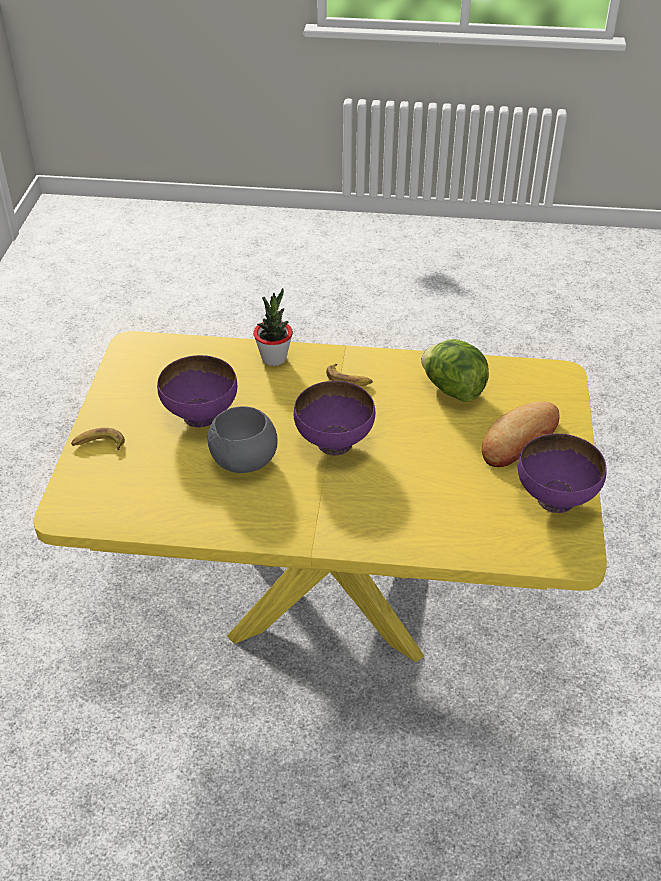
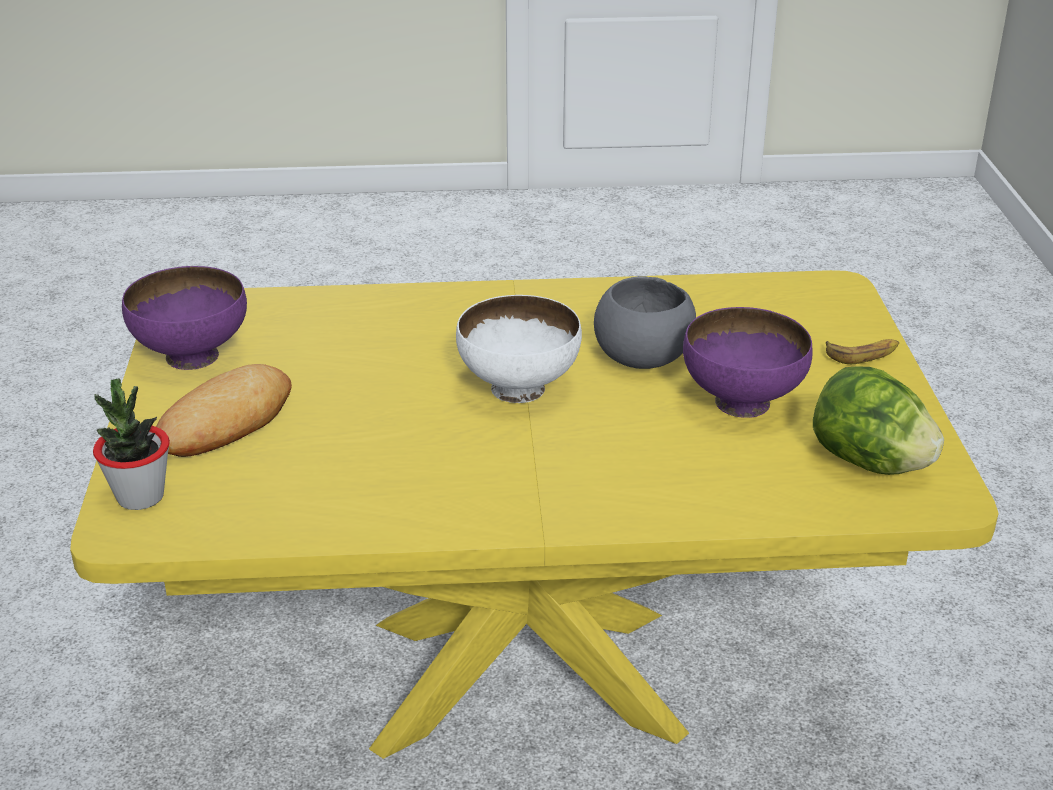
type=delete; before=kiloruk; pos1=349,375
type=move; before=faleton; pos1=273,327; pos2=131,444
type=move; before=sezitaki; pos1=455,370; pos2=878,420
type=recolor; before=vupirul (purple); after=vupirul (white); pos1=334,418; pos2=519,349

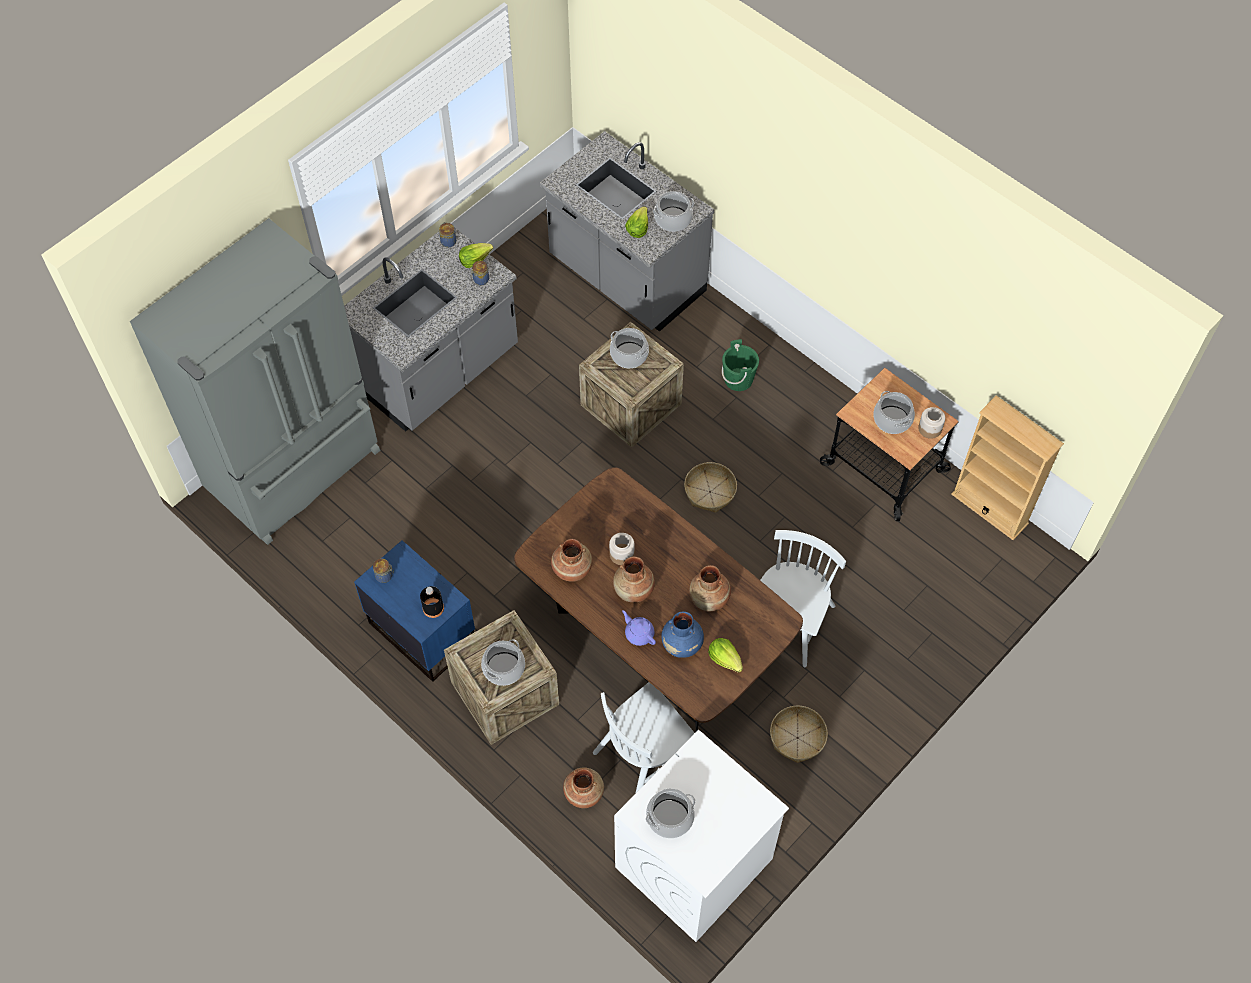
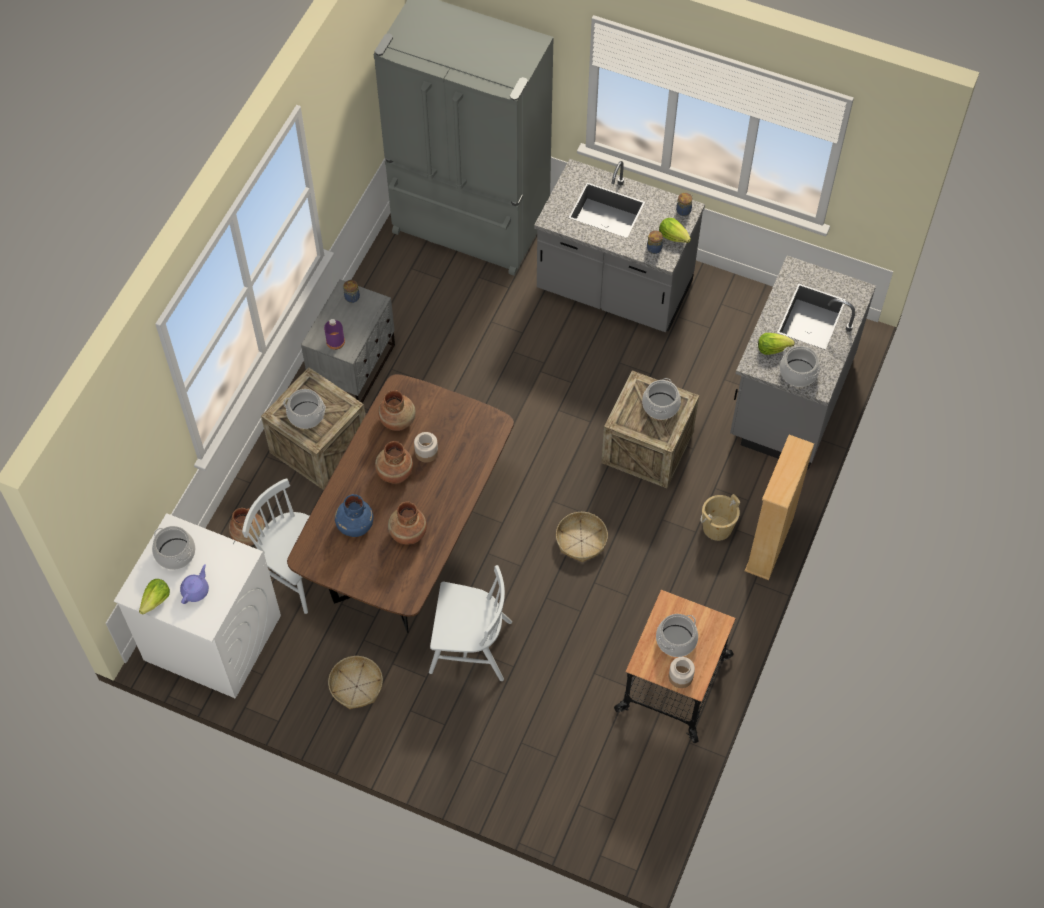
type=move; before=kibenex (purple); pos1=639,628; pos2=194,584
type=move; before=sezitaki; pos1=725,655; pos2=154,597
type=move; before=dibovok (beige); pos1=1007,467; pos2=779,507
type=recolor; before=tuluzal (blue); after=tuluzal (grey); pos1=414,611; pos2=348,341
type=recolor; before=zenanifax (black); after=zenanifax (purple); pos1=432,602; pos2=334,334
type=recolor; before=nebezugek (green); after=nebezugek (beige); pos1=740,365; pos2=720,517

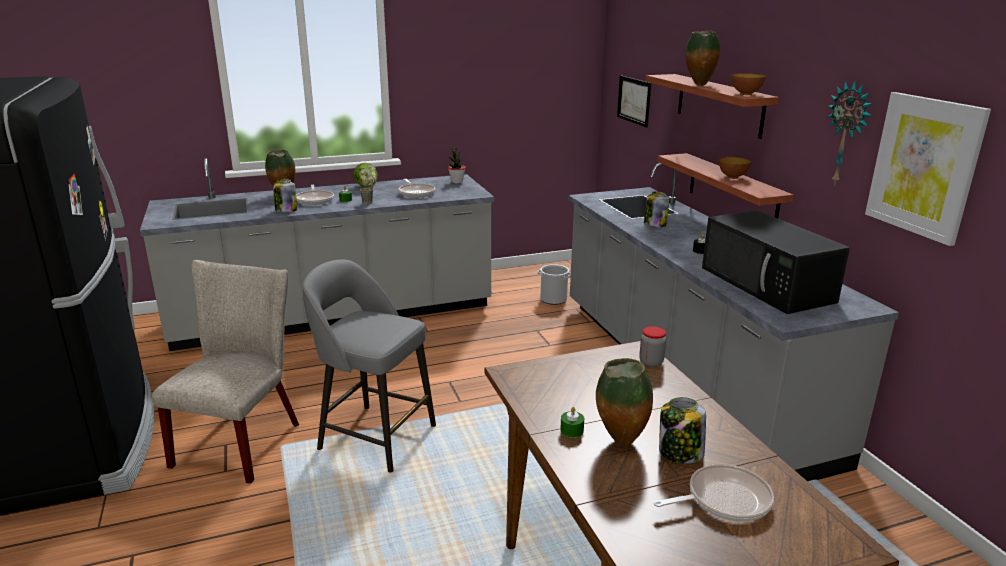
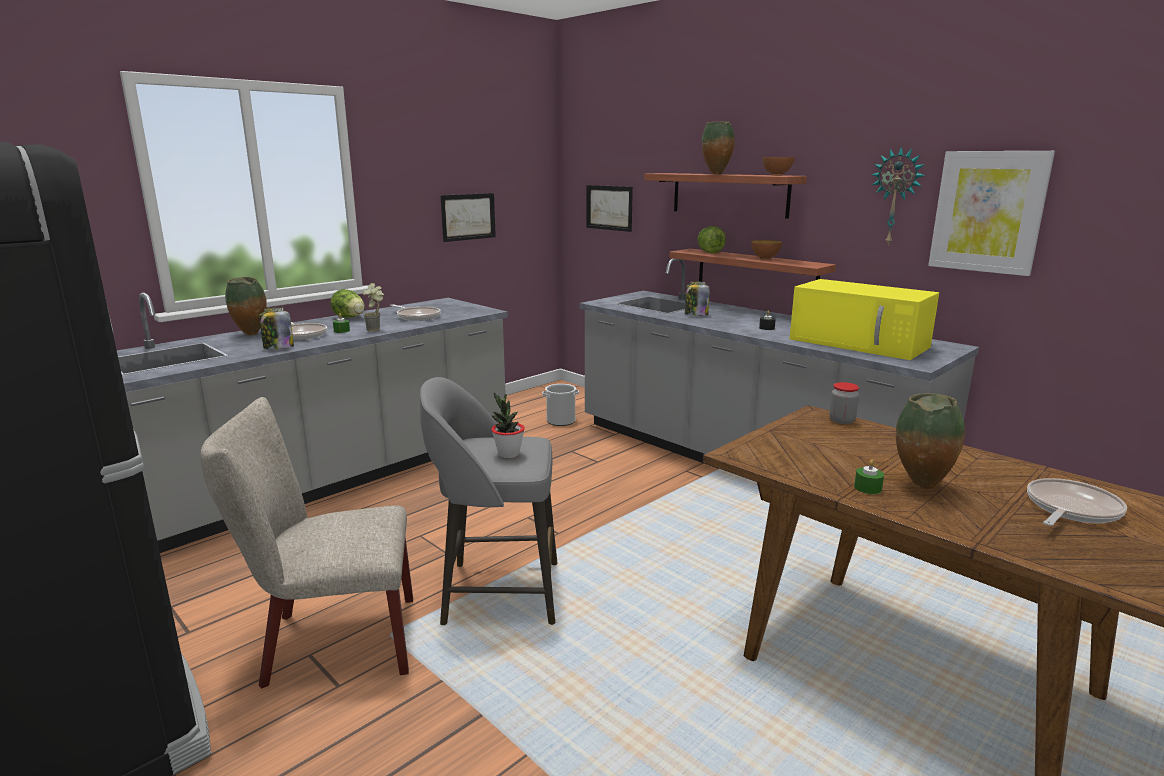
type=delete; before=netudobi; pos1=682,430
type=insert; after=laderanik; pos2=468,217
type=insert; after=sezitaki; pos2=711,239
type=move; before=faleton; pos1=457,165; pos2=508,425
type=recolor; before=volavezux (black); after=volavezux (yellow); pos1=776,262; pos2=864,319
type=rotate; before=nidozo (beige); pos1=225,372; pos2=307,543; turn=-90

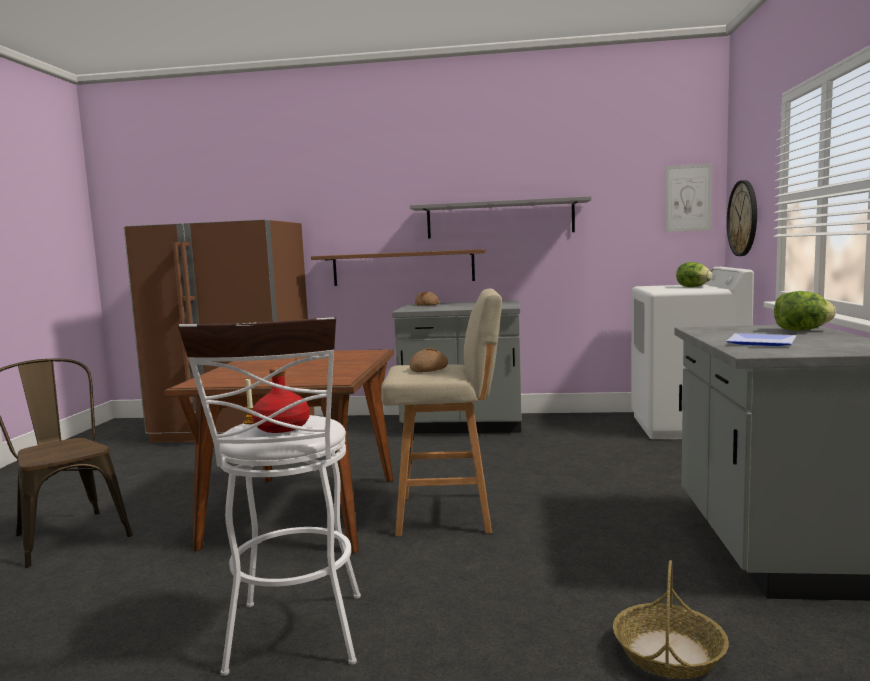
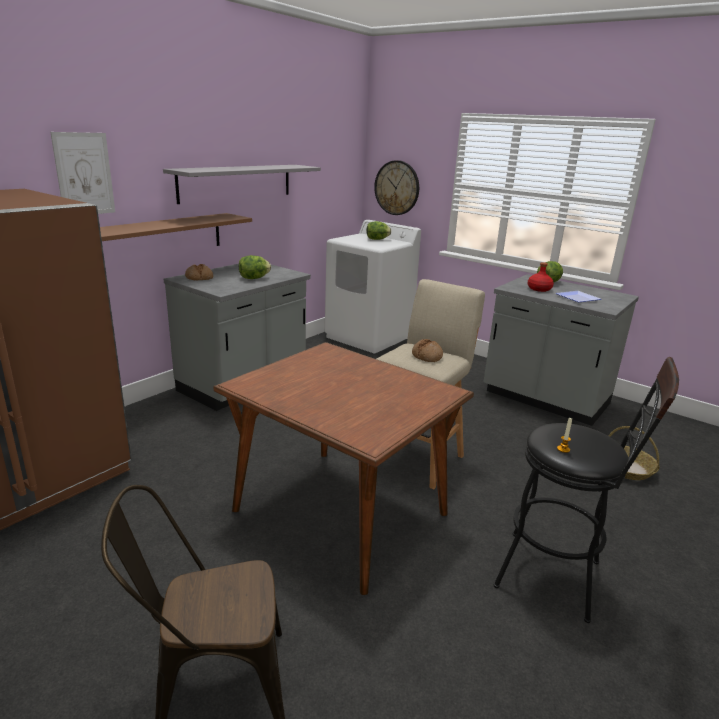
type=insert; after=sezitaki; pos2=255,267
type=move; before=zenanifax (red); pos1=281,400; pos2=540,277
type=move; before=laderanik; pos1=688,198; pos2=82,173
type=recolor; before=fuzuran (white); after=fuzuran (black); pos1=269,496; pos2=586,490

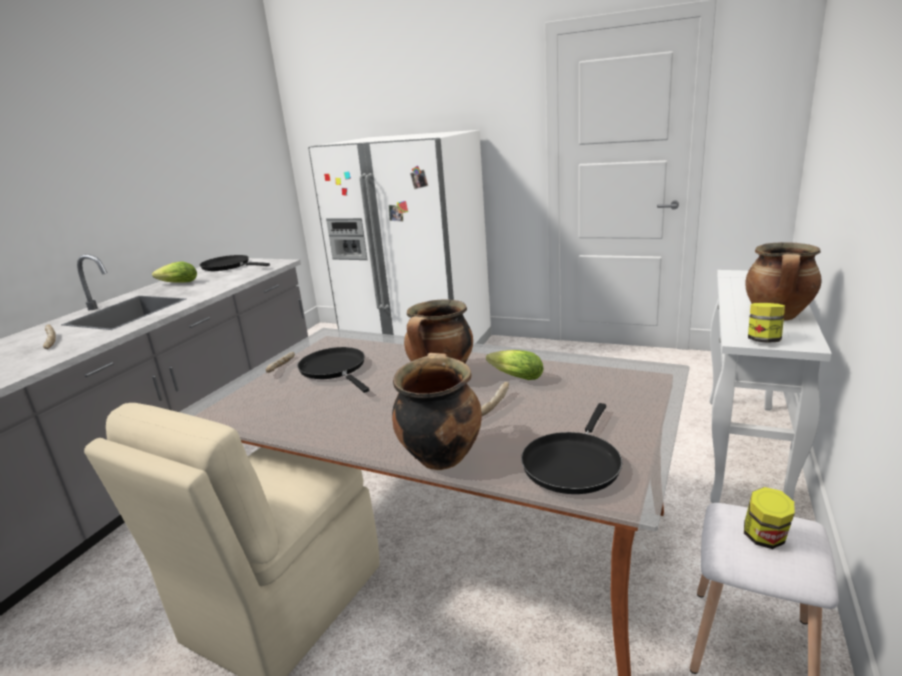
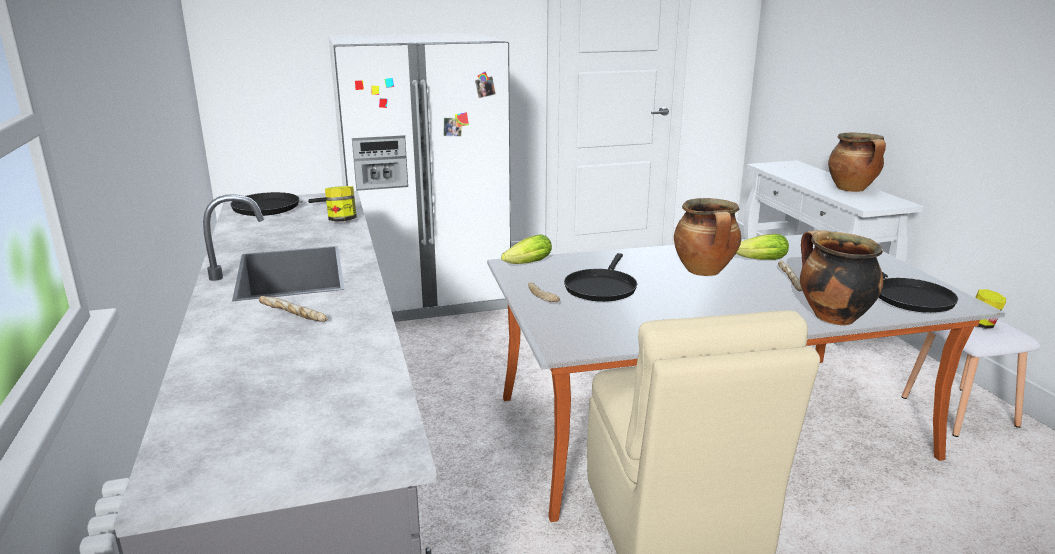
type=move; before=sezitaki; pos1=174,272; pos2=526,249
type=move; before=netudobi; pos1=766,323; pos2=341,204
type=rotate; before=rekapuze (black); pos1=333,370; pos2=600,277; turn=-90

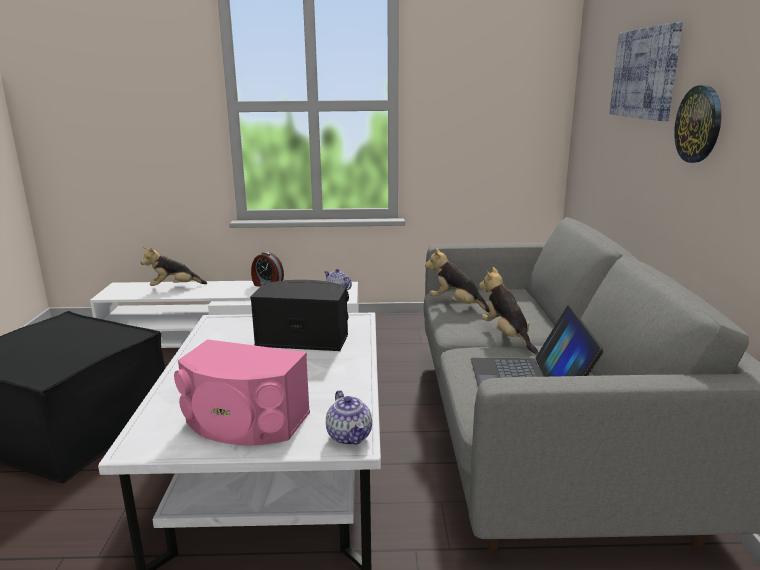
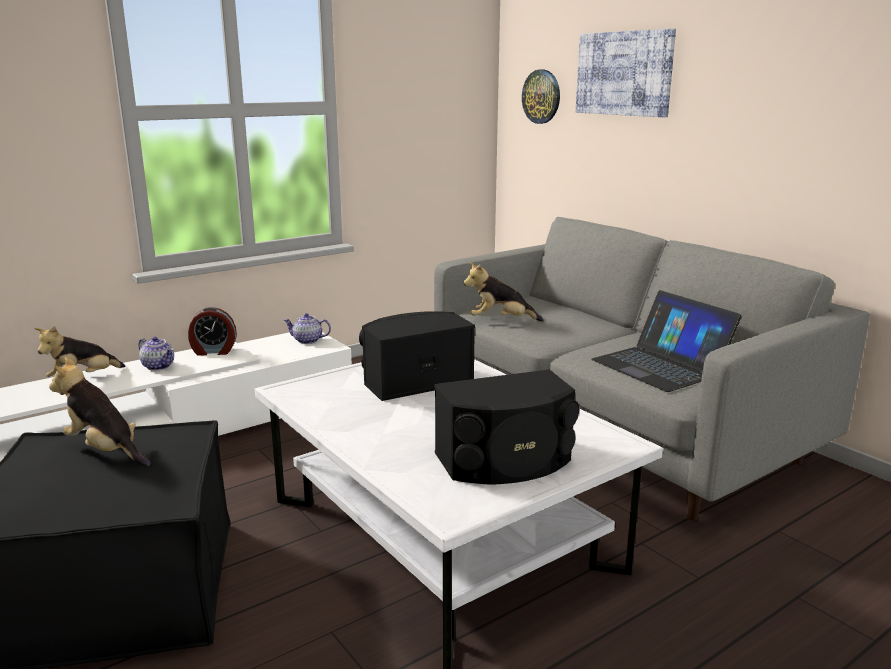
type=move; before=kibenex; pos1=349,417; pos2=156,354
type=move; before=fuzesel; pos1=508,310; pos2=100,411
type=move; before=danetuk; pos1=697,124; pos2=541,97
type=recolor; before=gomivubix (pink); after=gomivubix (black); pos1=242,392; pos2=506,427

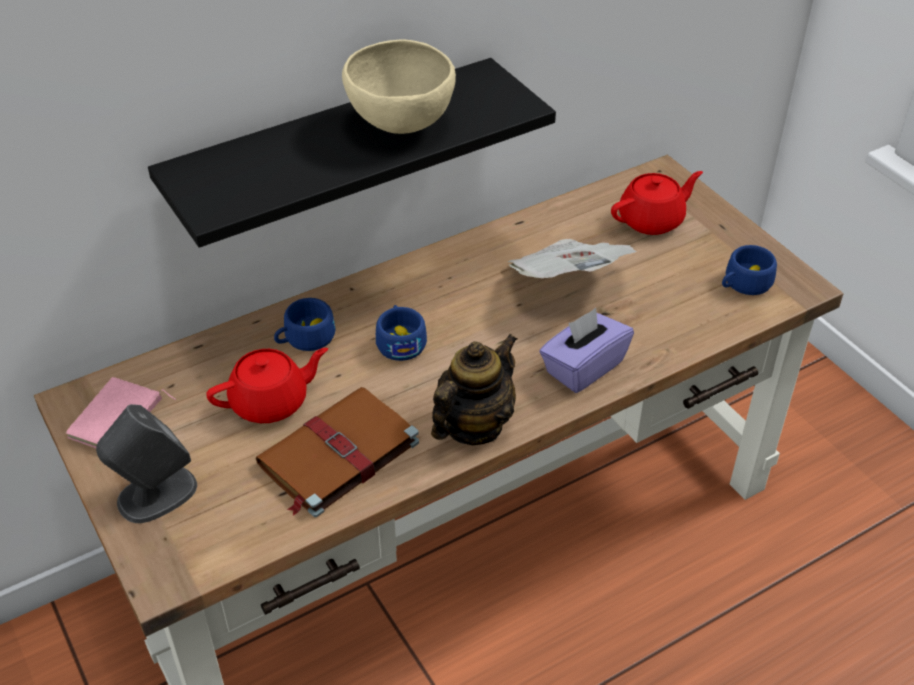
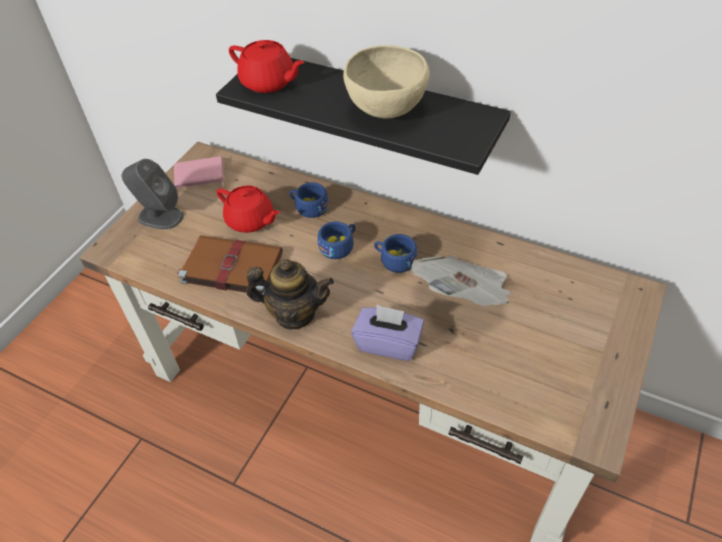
type=move; before=kibenex (red); pos1=657,203; pos2=267,66
type=move; before=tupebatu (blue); pos1=749,270; pos2=395,253

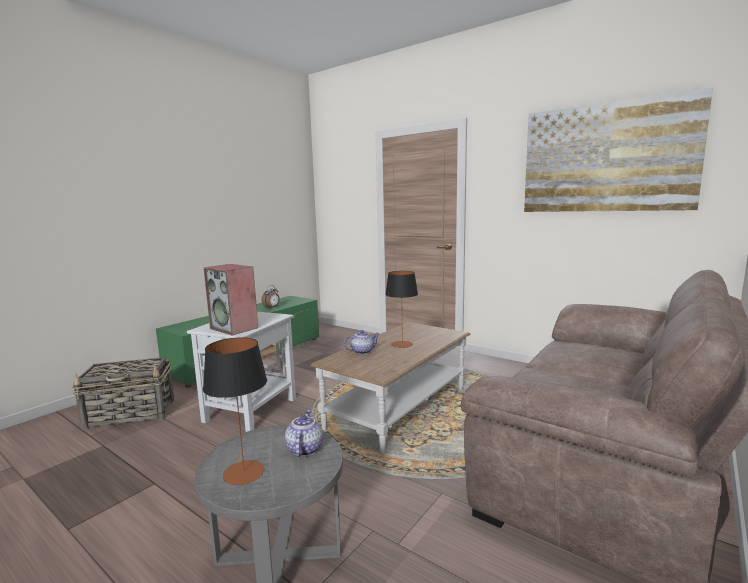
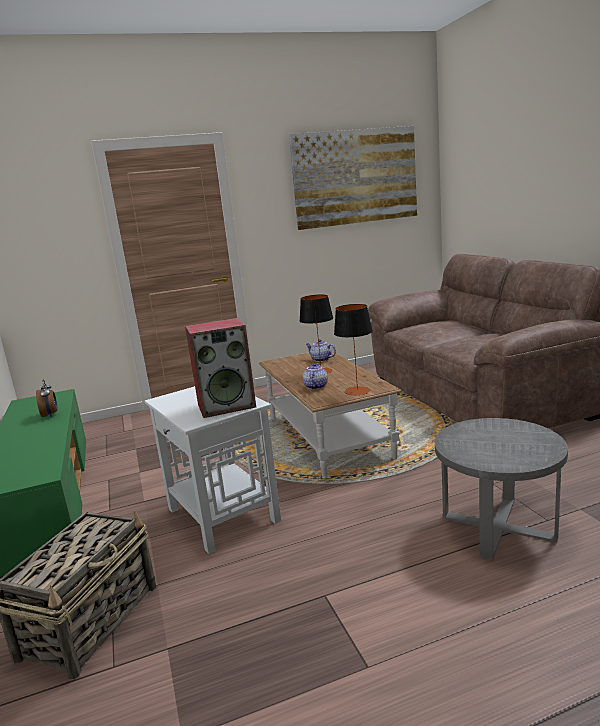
type=move; before=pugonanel; pos1=235,411; pos2=353,350
type=move; before=kibenex; pos1=304,433; pos2=321,350

